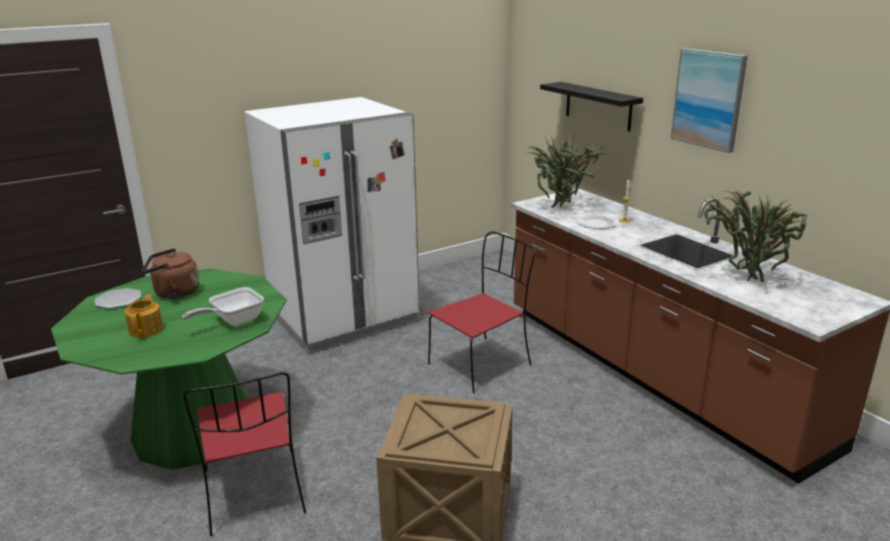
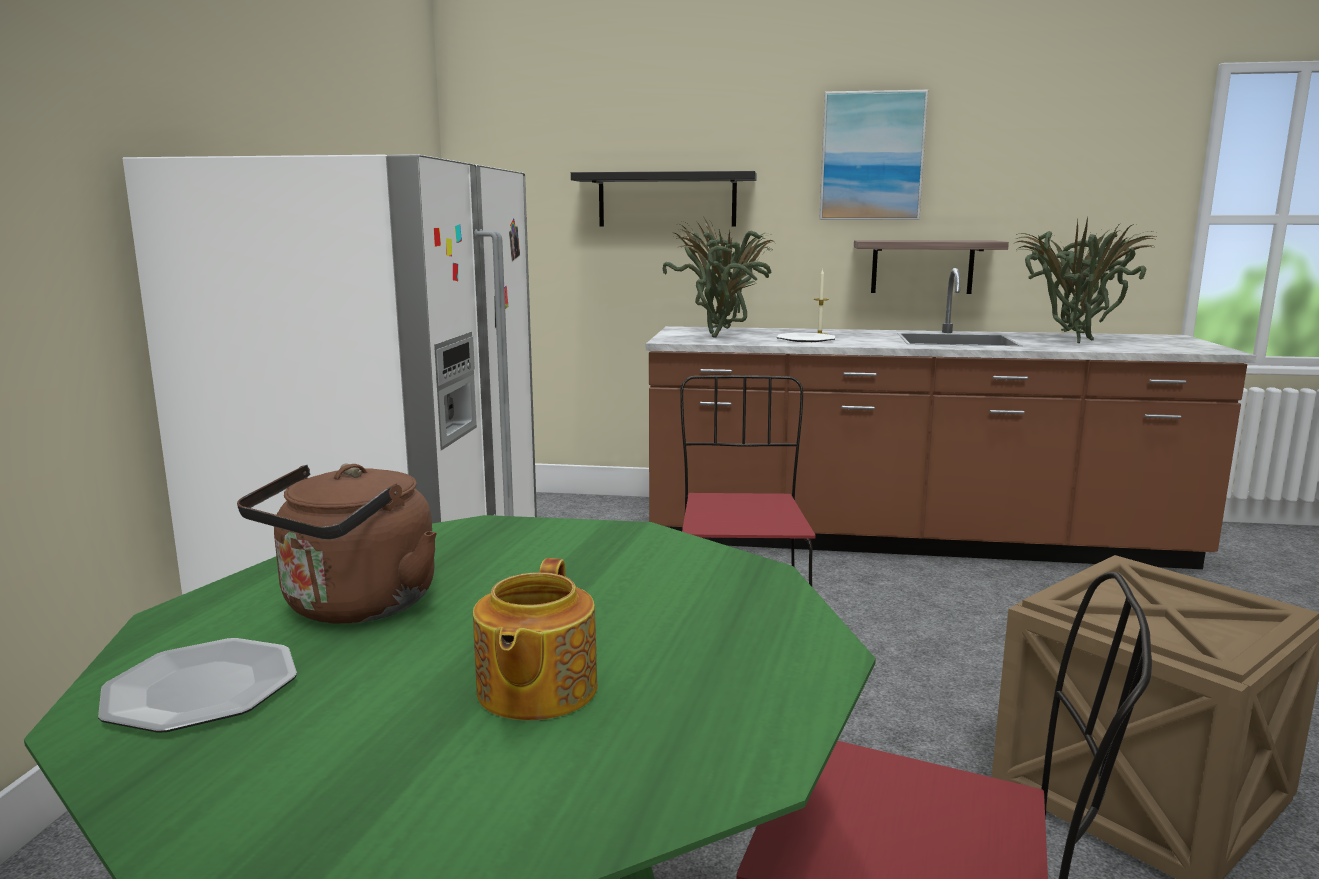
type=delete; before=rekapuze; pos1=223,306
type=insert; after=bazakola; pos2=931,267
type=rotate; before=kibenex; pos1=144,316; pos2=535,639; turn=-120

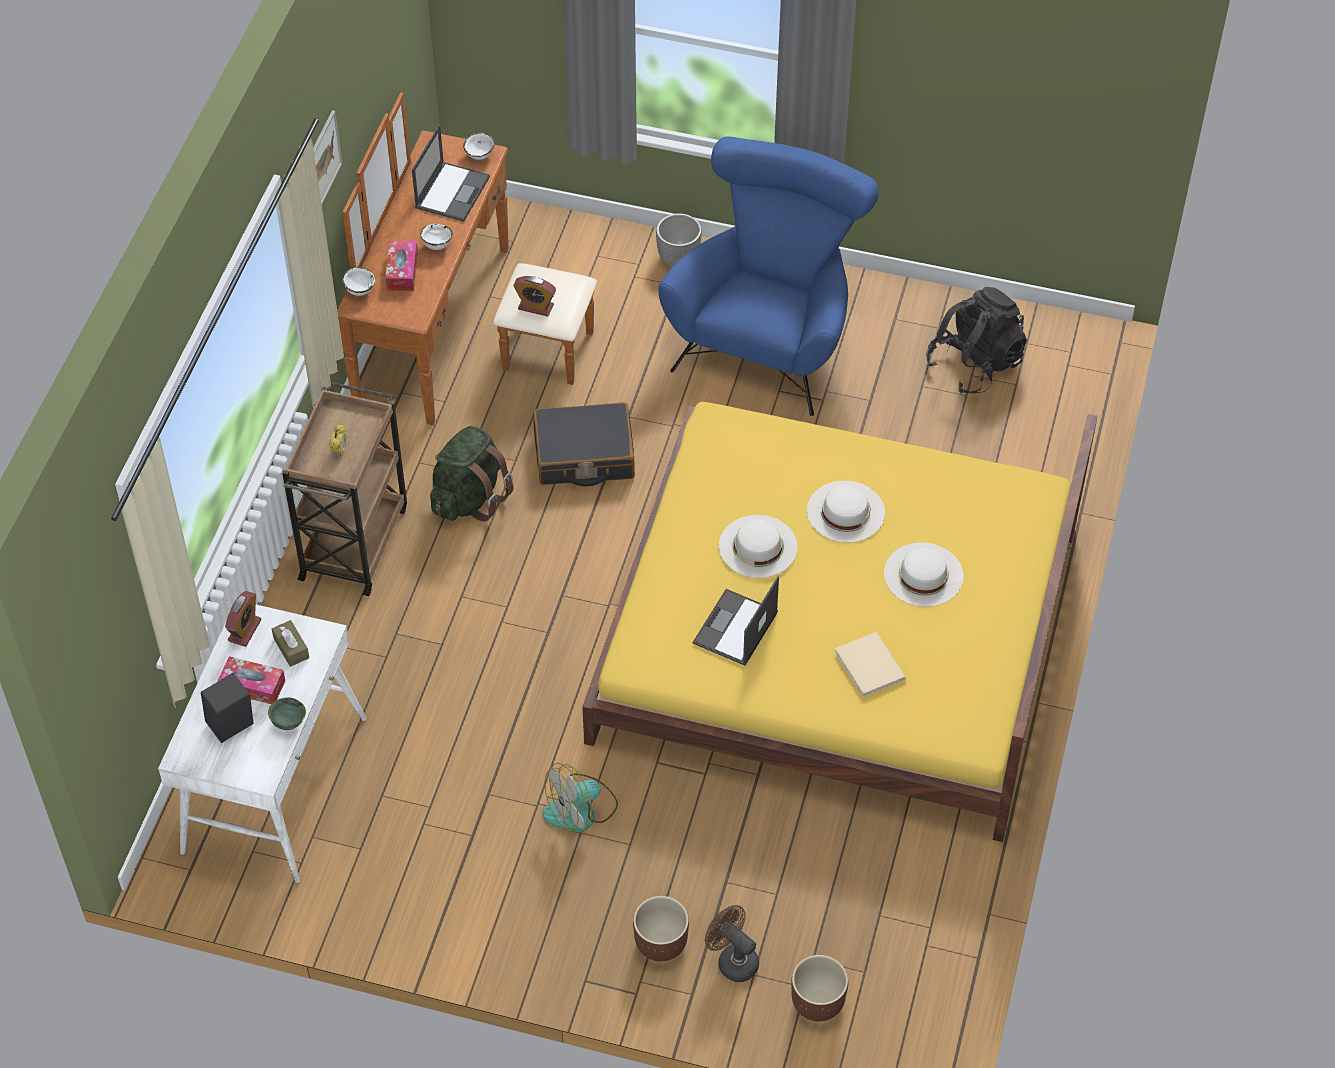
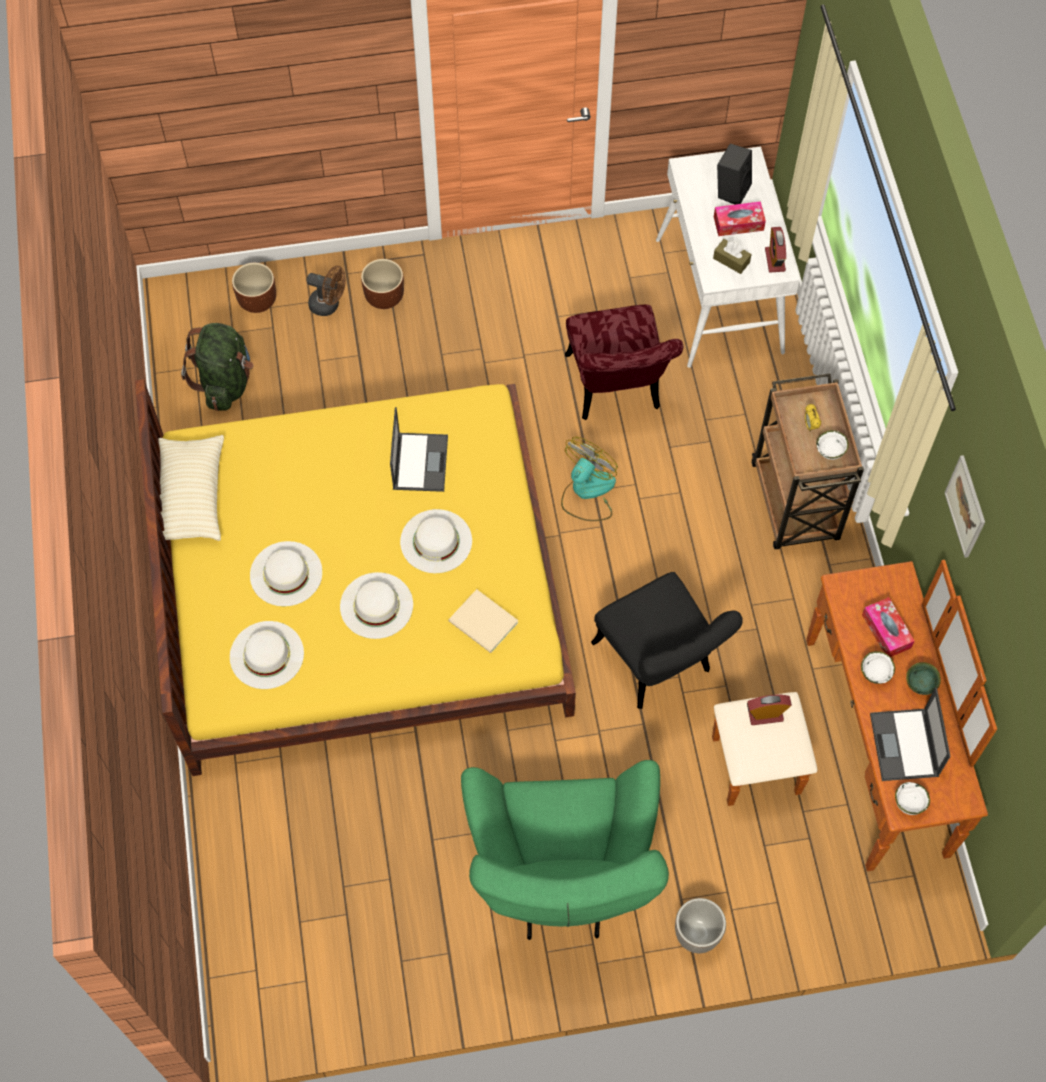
type=delete; before=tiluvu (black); pos1=976,340
type=insert; after=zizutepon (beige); pos2=191,488
type=insert; after=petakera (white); pos2=267,655
type=insert; after=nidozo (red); pos2=624,362
type=move; before=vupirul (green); pos1=287,714; pos2=923,678
type=move; before=vupirul (white); pos1=358,281; pos2=832,445
type=move; before=tiluvu (green); pos1=471,474; pos2=217,367
type=move; before=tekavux; pos1=580,798; pos2=589,479
type=move; before=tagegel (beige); pos1=870,664; pos2=483,621
type=replace; before=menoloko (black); after=nidozo (black); pos1=584,444; pos2=667,640
type=recolor; before=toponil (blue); after=toponil (green); pos1=768,276; pos2=565,850

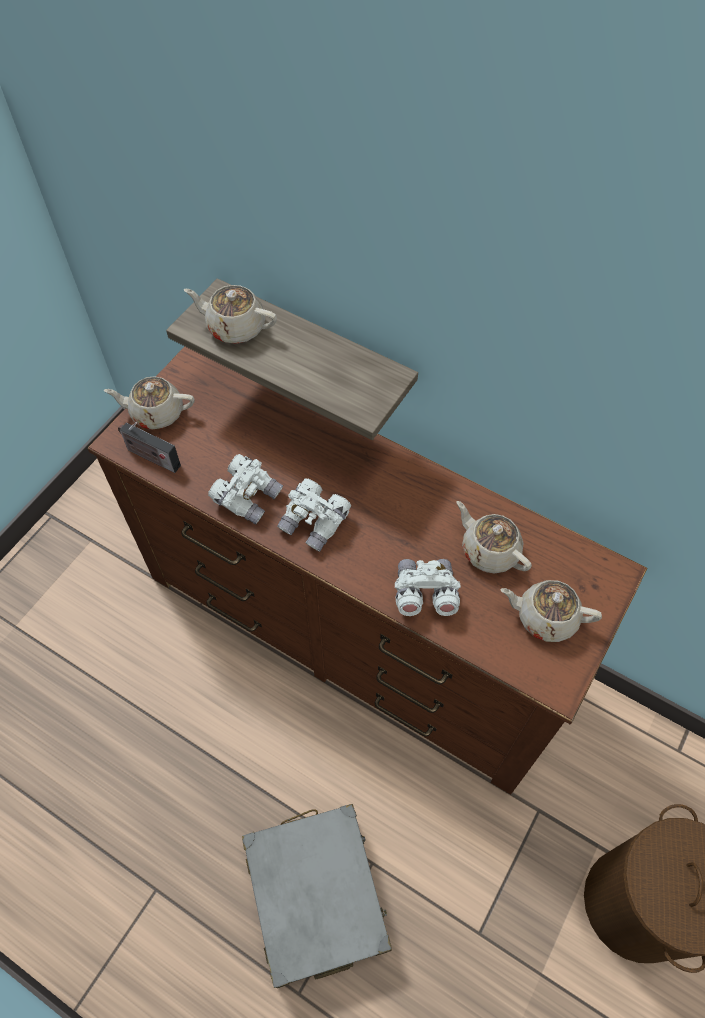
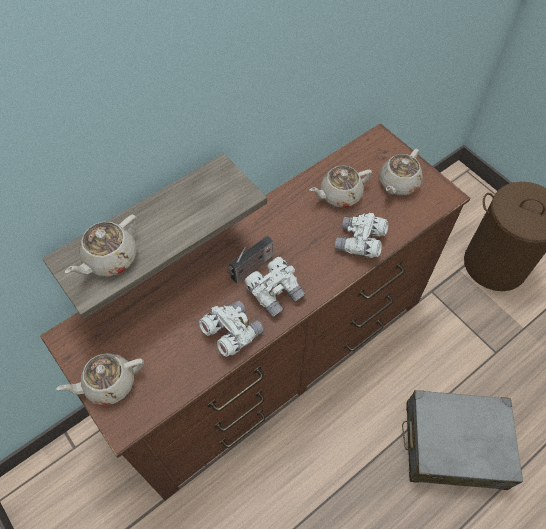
type=move; before=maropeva; pos1=149,447; pos2=250,259
type=rotate; before=kibenex (beige); pos1=149,402; pos2=100,379; turn=45

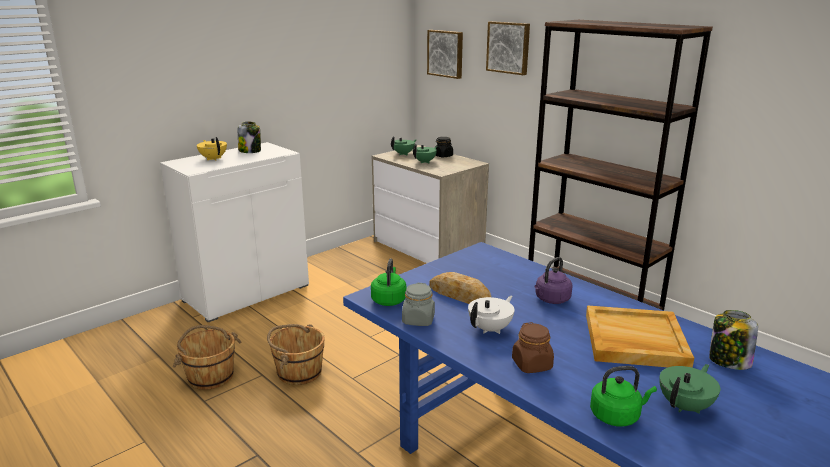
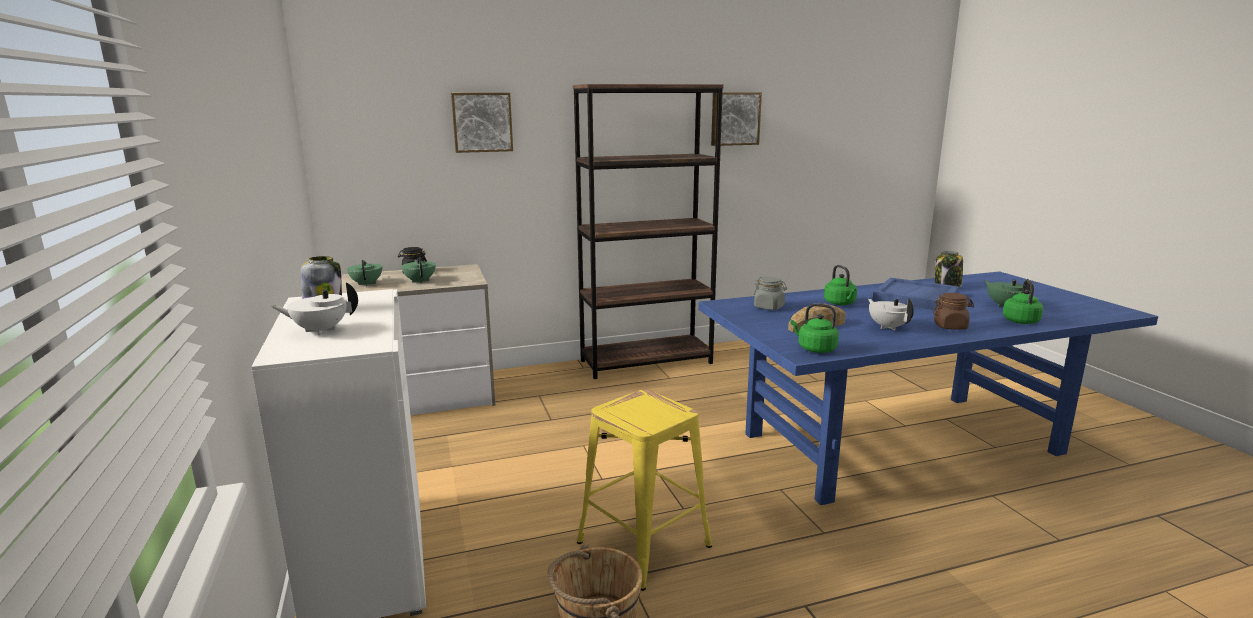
type=move; before=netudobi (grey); pos1=418,304; pos2=770,293
type=move; before=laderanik; pos1=445,54; pos2=736,119
type=replace; before=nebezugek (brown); after=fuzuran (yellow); pos1=296,354; pos2=644,490
type=recolor; before=kibenex (yellow); after=kibenex (white); pos1=212,149; pos2=314,308
type=recolor; before=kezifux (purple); after=kezifux (green); pos1=553,280; pos2=840,285
type=recolor; before=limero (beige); after=limero (blue); pos1=640,336; pos2=915,294

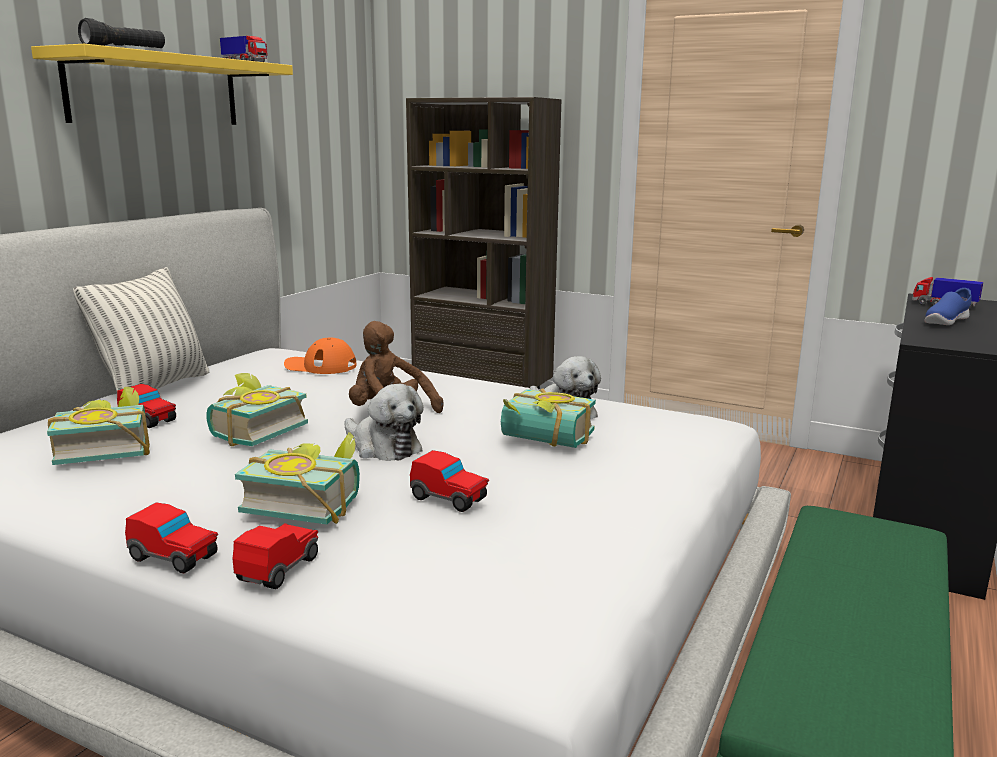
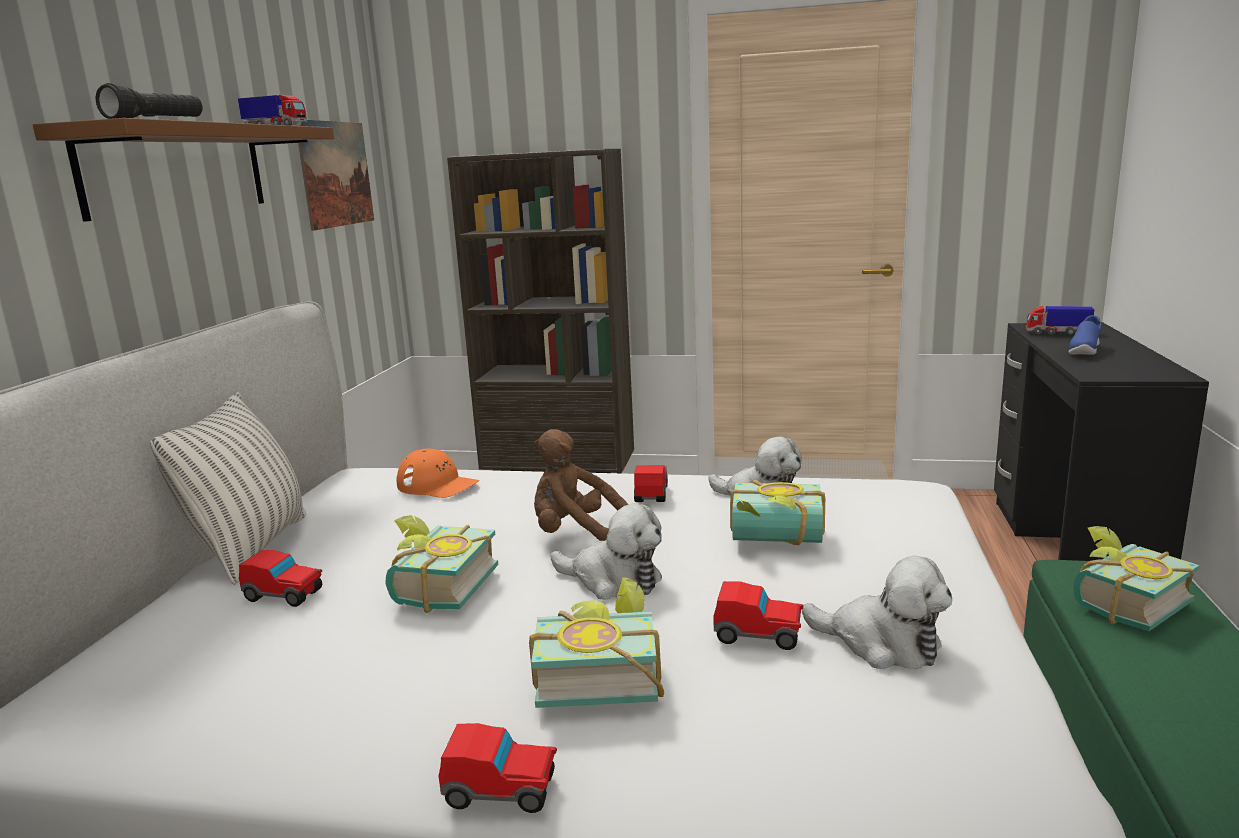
type=insert; after=laderanik; pos2=336,175
type=insert; after=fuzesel; pos2=877,612
type=move; before=tagegel; pos1=98,425; pos2=1136,578
type=move; before=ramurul; pos1=275,556; pos2=651,483
type=recolor; before=bazakola (yellow); after=bazakola (brown); pos1=162,84; pos2=183,170
type=rotate; before=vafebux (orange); pos1=320,356; pos2=437,473; turn=-150

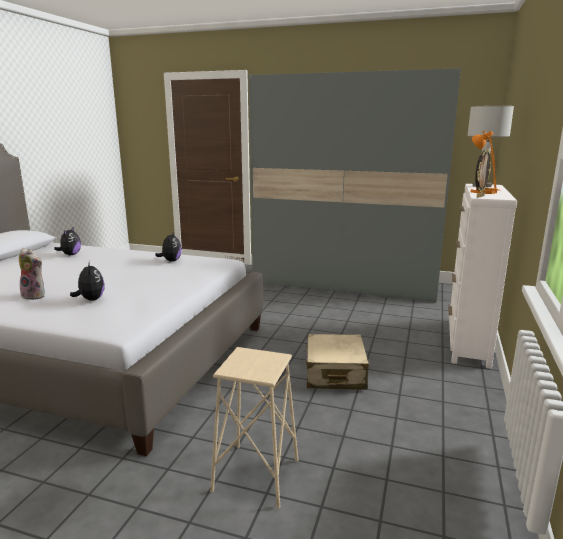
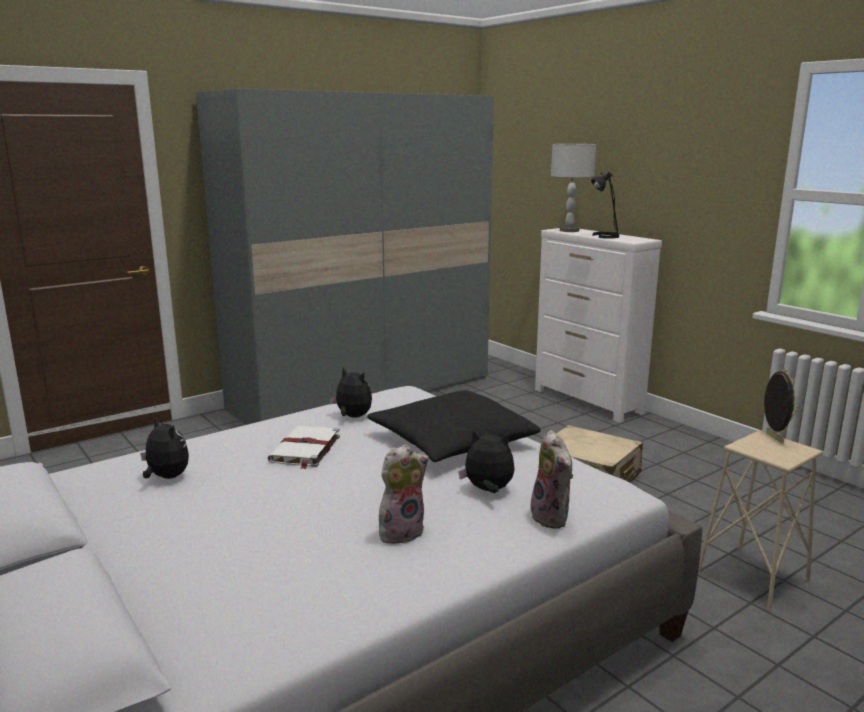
type=insert; after=tagegel (white); pos2=304,447
type=insert; after=zizutepon (black); pos2=454,426
type=insert; after=fuzesel; pos2=550,479
type=move; before=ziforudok; pos1=483,173; pos2=780,406
type=recolor; before=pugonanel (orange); after=pugonanel (black); pos1=485,162; pos2=605,205

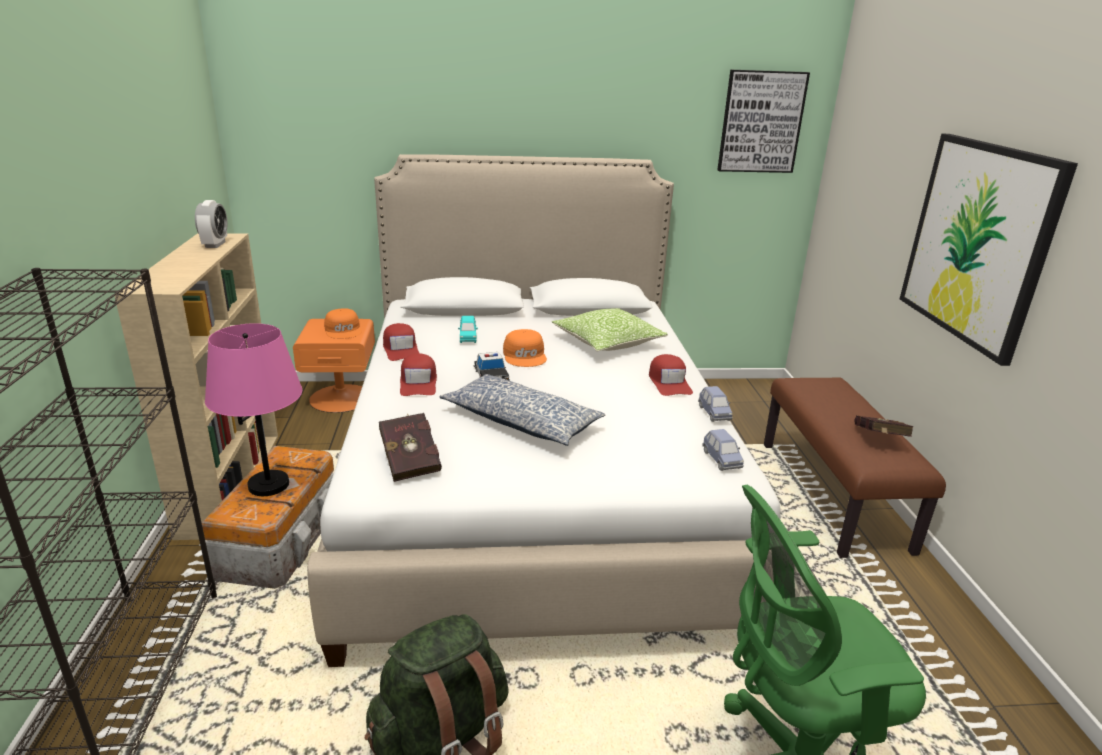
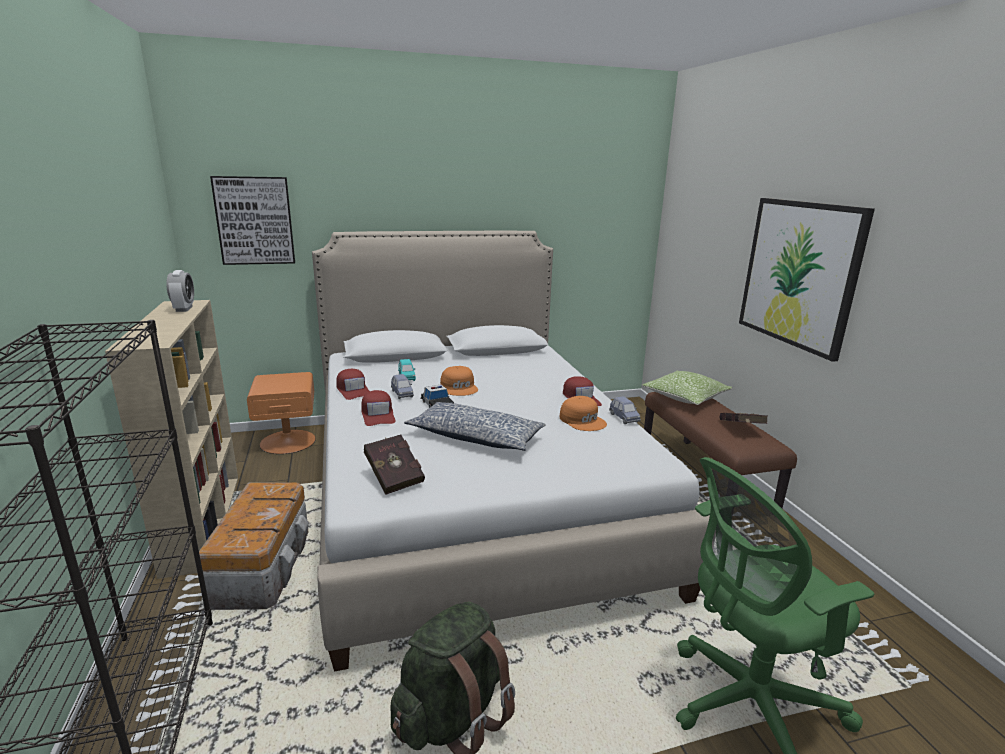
type=delete; before=pugonanel (pink); pos1=253,409
type=move; before=vafebux (orange); pos1=343,323; pos2=583,413
type=move; before=zizutepon; pos1=610,330; pos2=687,388
type=move; before=ramurul (blue); pos1=723,450; pos2=402,386
type=move; before=laderanik; pos1=763,121; pos2=252,220

